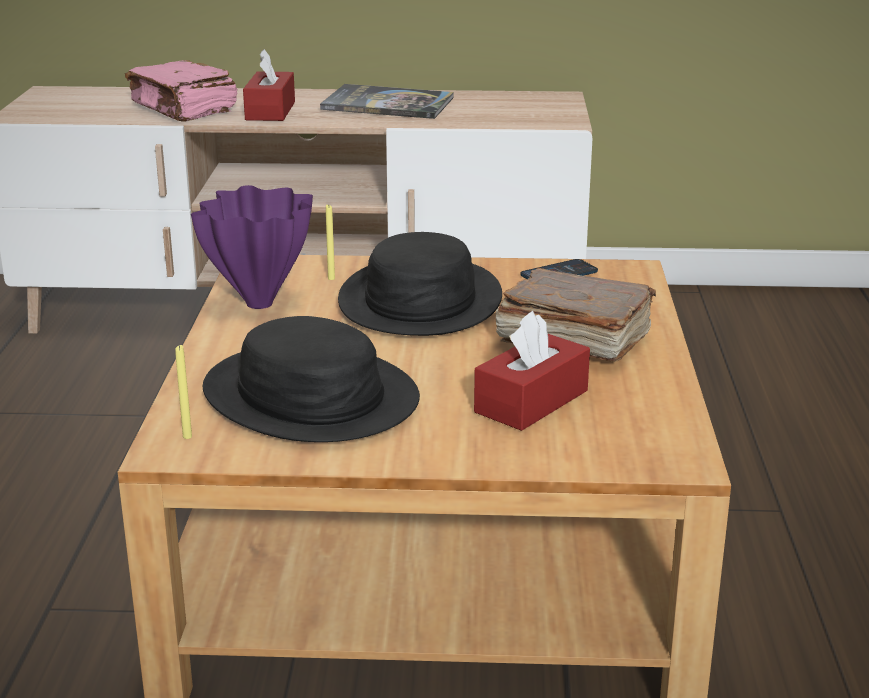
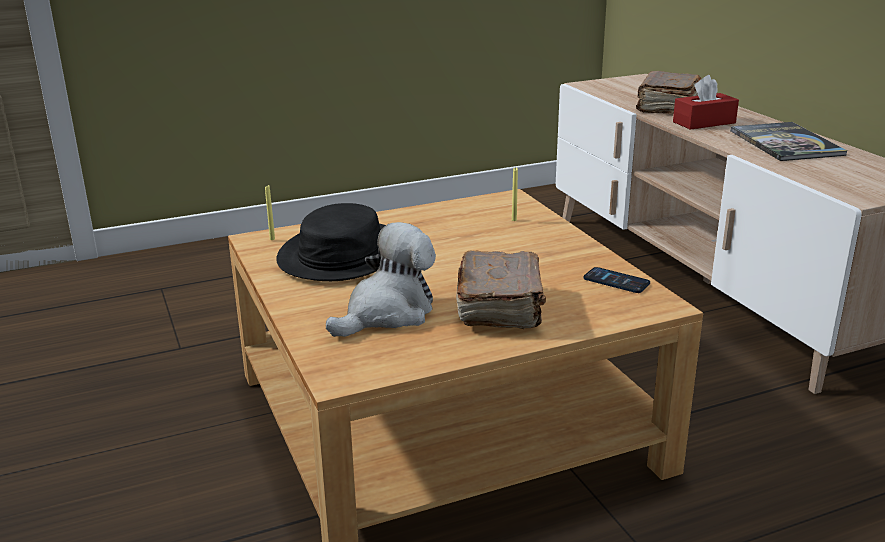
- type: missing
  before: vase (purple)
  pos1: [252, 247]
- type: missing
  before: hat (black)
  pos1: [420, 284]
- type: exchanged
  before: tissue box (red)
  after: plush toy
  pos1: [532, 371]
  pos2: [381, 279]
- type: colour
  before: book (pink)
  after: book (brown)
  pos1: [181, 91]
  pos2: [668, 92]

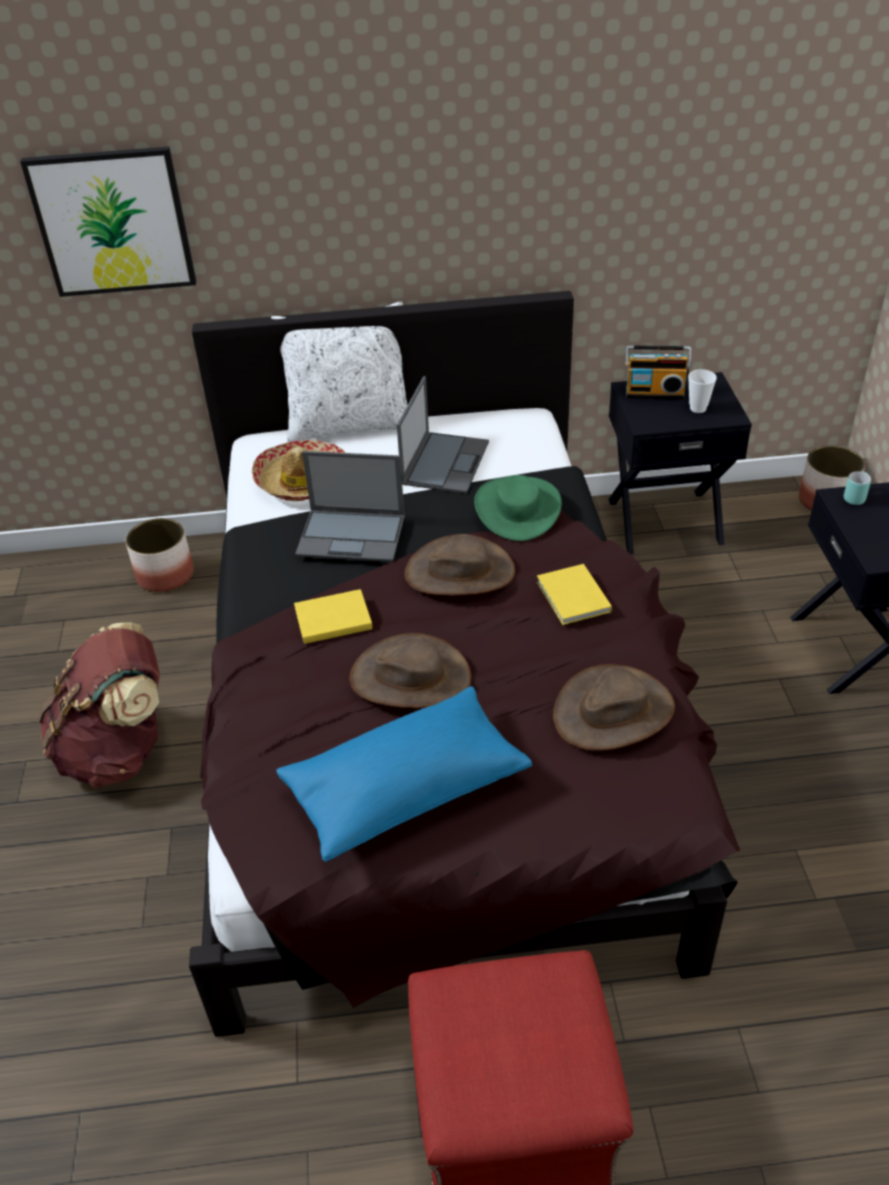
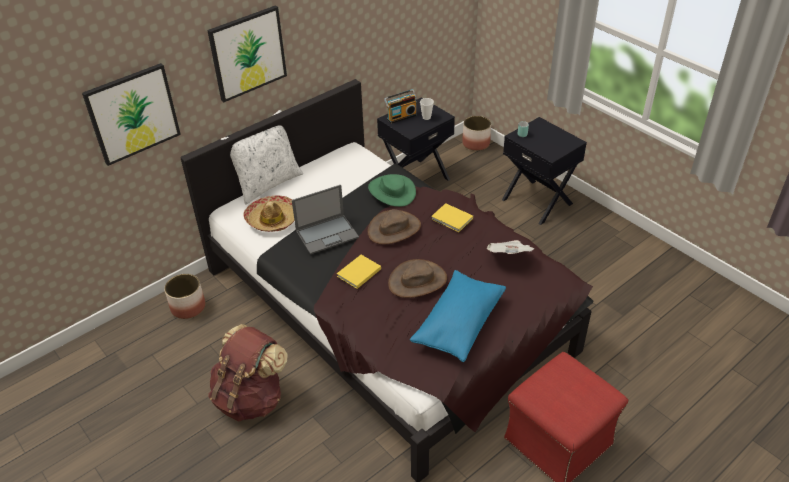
- type: missing
  before: laptop
  pos1: [443, 435]
- type: appeared
  after: picture
  pos2: [247, 54]
- type: exchanged
  before: hat (brown)
  after: newspaper
  pos1: [614, 707]
  pos2: [511, 247]

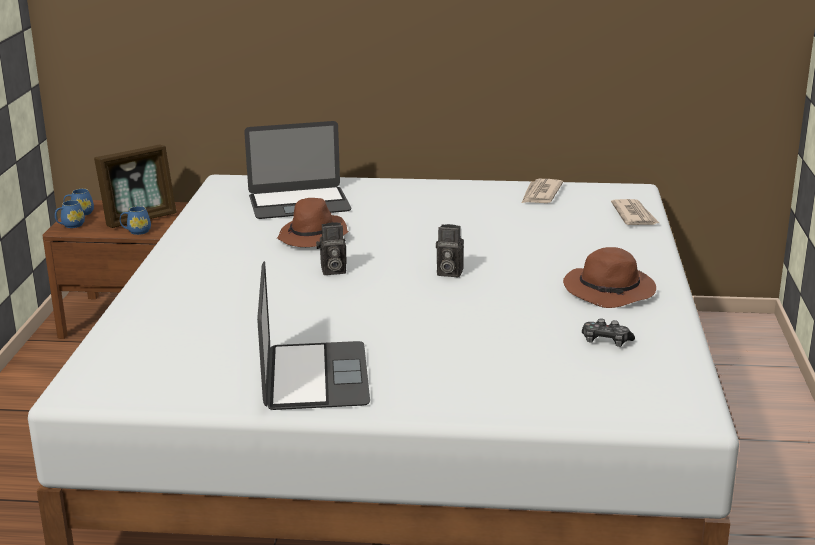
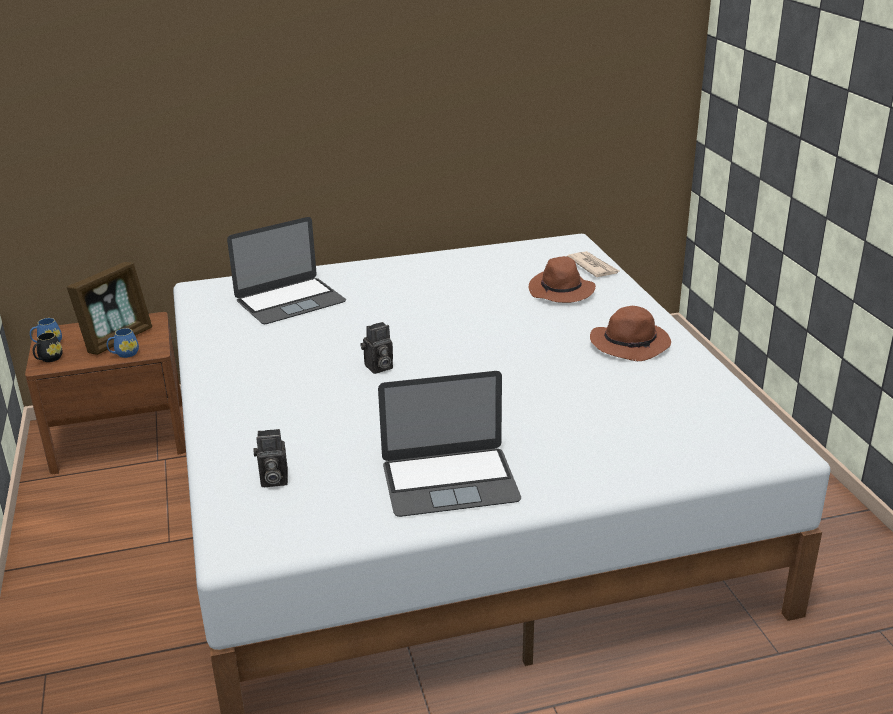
- type: missing
  before: newspaper
  pos1: [542, 191]
- type: missing
  before: game controller
  pos1: [608, 332]
- type: relocated
  before: hat (brown)
  pos1: [313, 222]
  pos2: [562, 279]
- type: relocated
  before: photo camera
  pos1: [450, 250]
  pos2: [270, 458]
- type: colour
  before: mug (blue)
  after: mug (black)
  pos1: [70, 214]
  pos2: [48, 347]
- type: spun
  before: laptop
  pos1: [313, 335]
  pos2: [449, 444]
  turn: 105

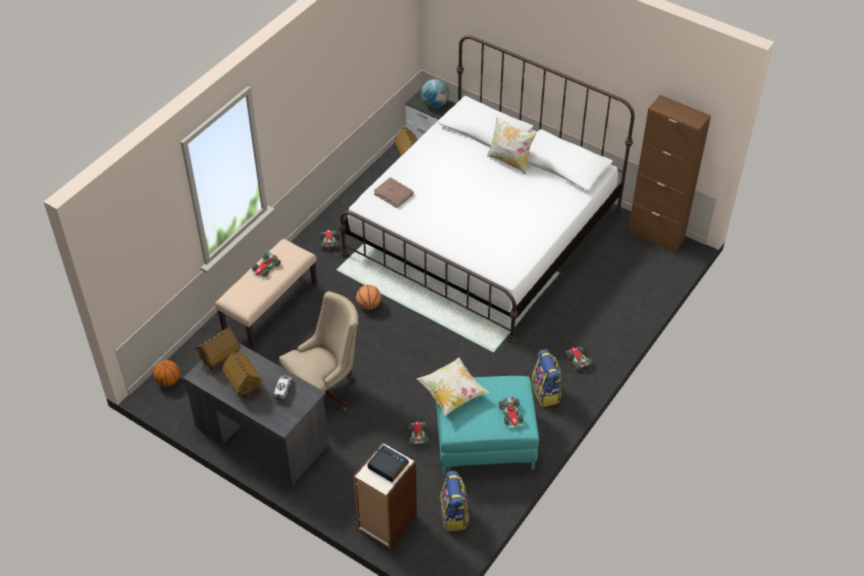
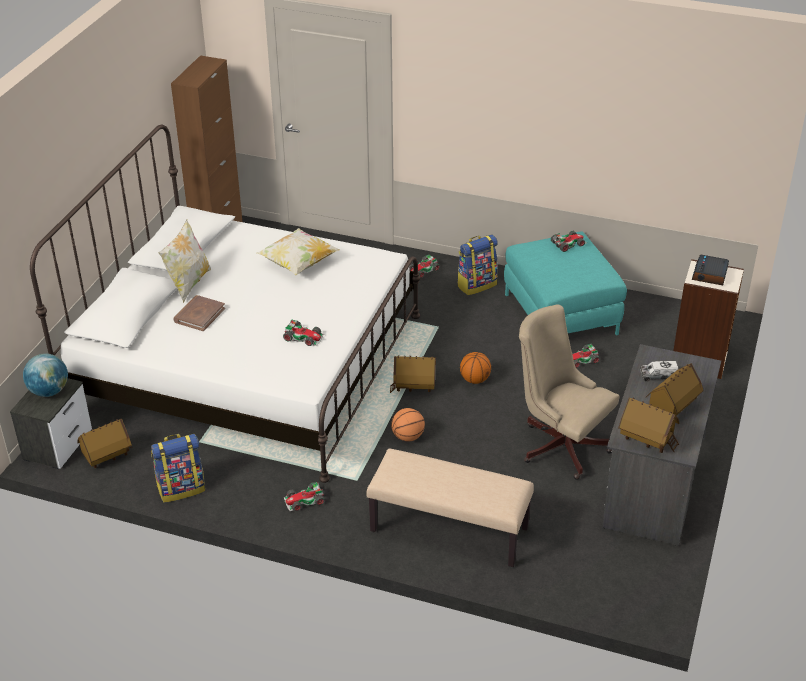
- type: appeared
  after: toy house
  pos2: [413, 374]
- type: relocated
  before: basketball
  pos1: [166, 373]
  pos2: [475, 368]
- type: relocated
  before: toy car
  pos1: [266, 265]
  pos2: [303, 333]
- type: relocated
  before: book (brown)
  pos1: [394, 192]
  pos2: [199, 313]
- type: relocated
  before: pillow
  pos1: [453, 387]
  pos2: [298, 252]
- type: relocated
  before: backpack
  pos1: [454, 501]
  pos2: [178, 468]

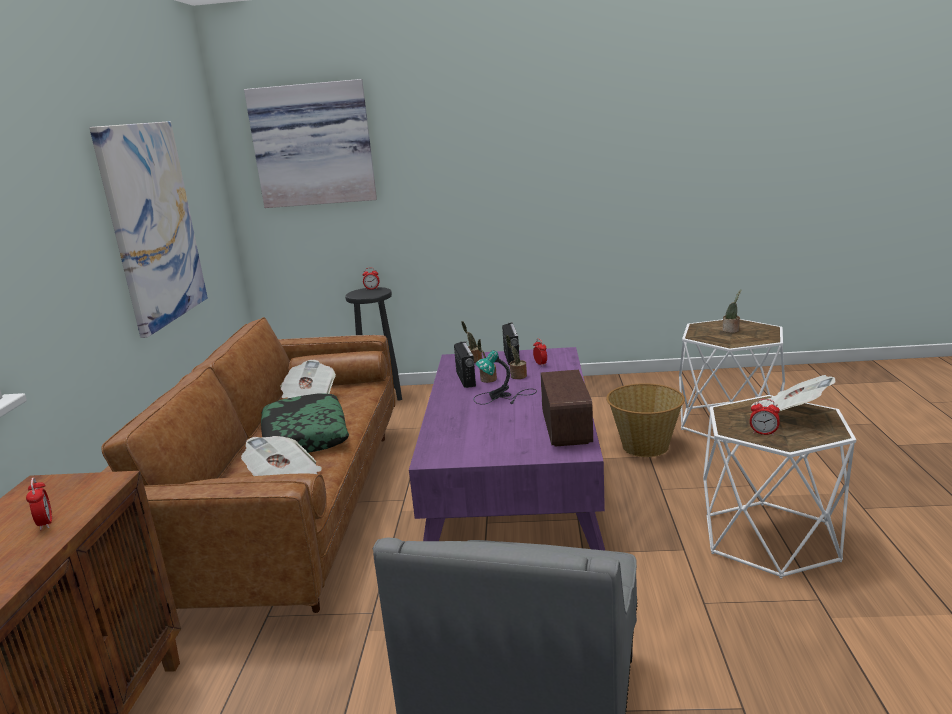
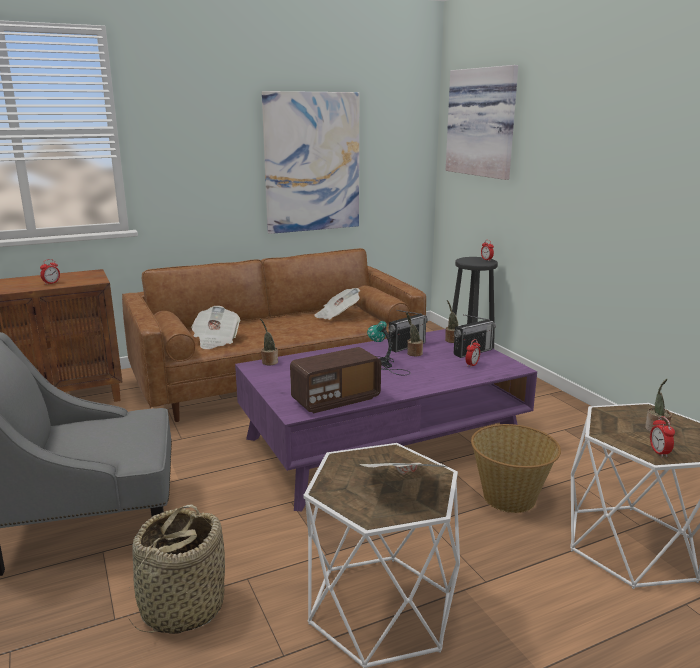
- type: missing
  before: pillow
  pos1: [305, 423]
- type: appeared
  after: basket
  pos2: [176, 569]
- type: relocated
  before: potted plant
  pos1: [516, 357]
  pos2: [269, 342]
- type: relocated
  before: alarm clock
  pos1: [765, 417]
  pos2: [662, 436]

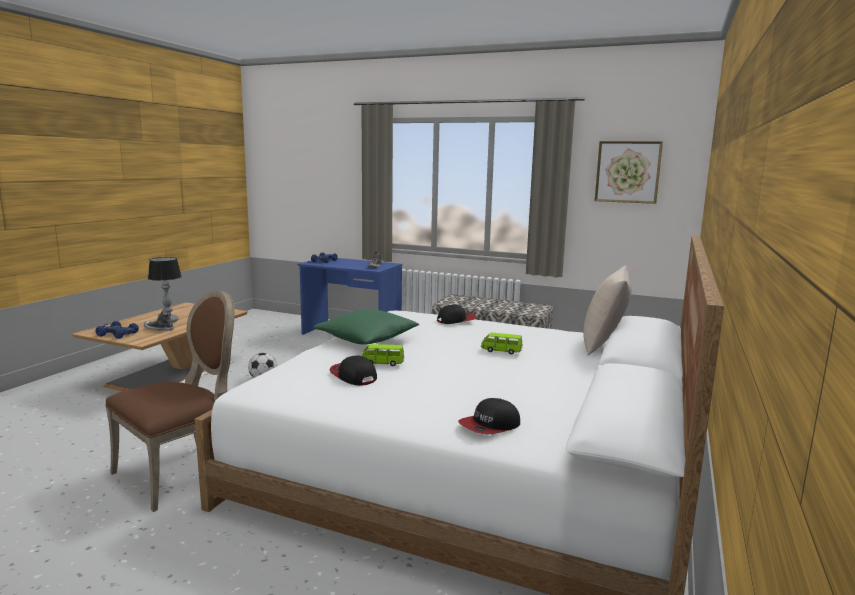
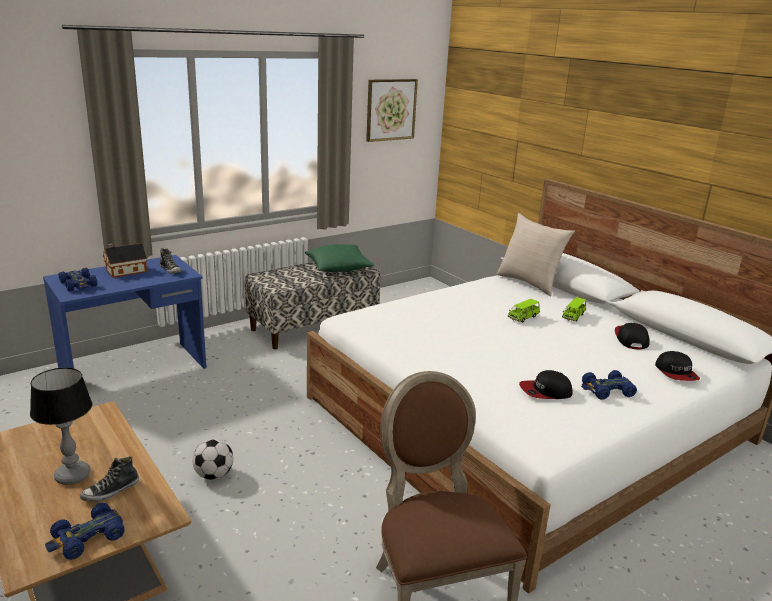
- type: appeared
  after: toy house
  pos2: [125, 260]
- type: appeared
  after: toy car (blue)
  pos2: [609, 385]
- type: relocated
  before: pillow (green)
  pos1: [366, 326]
  pos2: [339, 258]
- type: relocated
  before: toy car (green)
  pos1: [382, 355]
  pos2: [574, 309]
- type: relocated
  before: cap
  pos1: [457, 314]
  pos2: [632, 336]

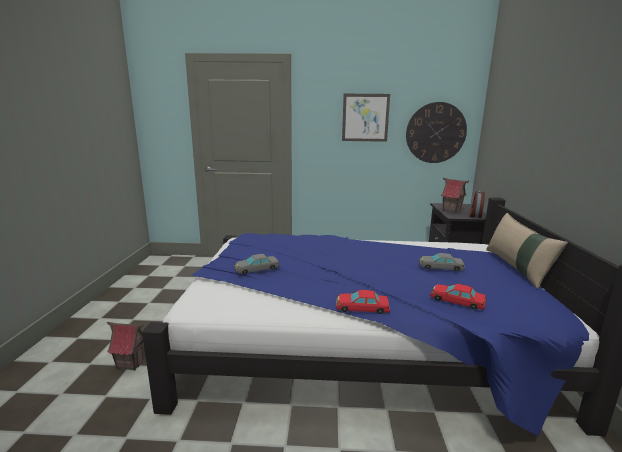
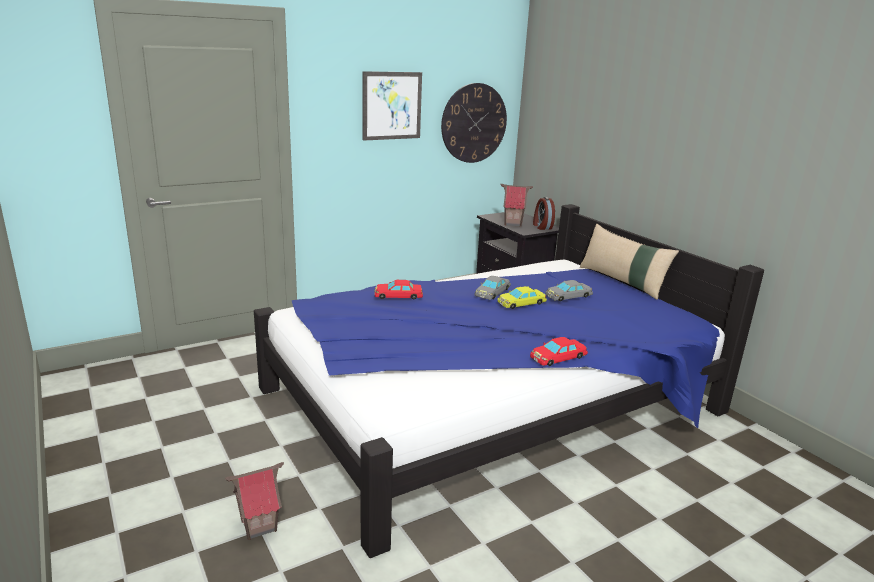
- type: appeared
  after: toy car (yellow)
  pos2: [522, 297]
- type: relocated
  before: toy car (grey)
  pos1: [257, 264]
  pos2: [493, 288]
- type: relocated
  before: toy car (red)
  pos1: [458, 297]
  pos2: [398, 289]

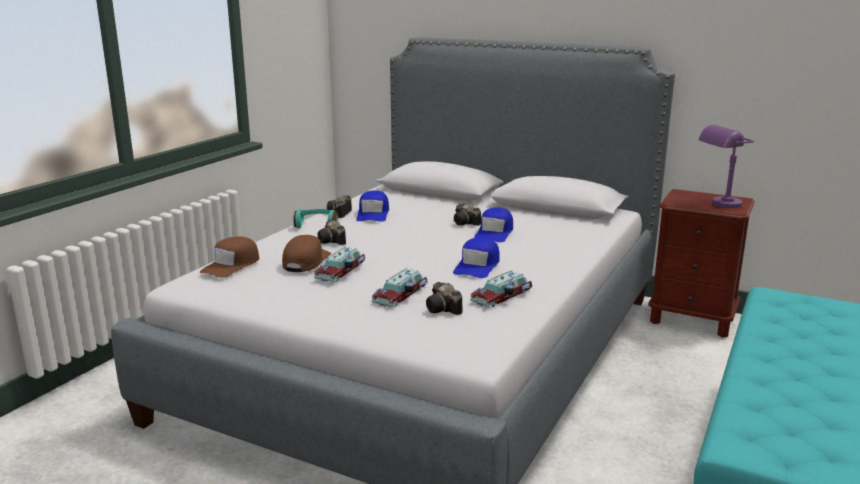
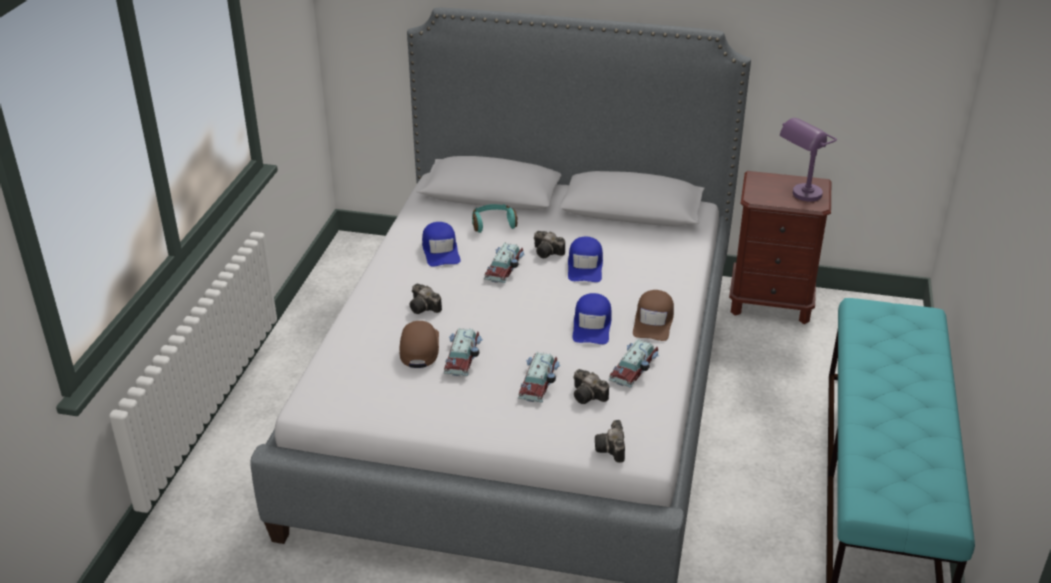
- type: appeared
  after: toy car
  pos2: [504, 262]
- type: relocated
  before: cap (brown)
  pos1: [229, 257]
  pos2: [653, 315]
- type: relocated
  before: headphones (turquoise)
  pos1: [315, 218]
  pos2: [495, 218]
- type: relocated
  before: photo camera
  pos1: [339, 206]
  pos2: [610, 441]

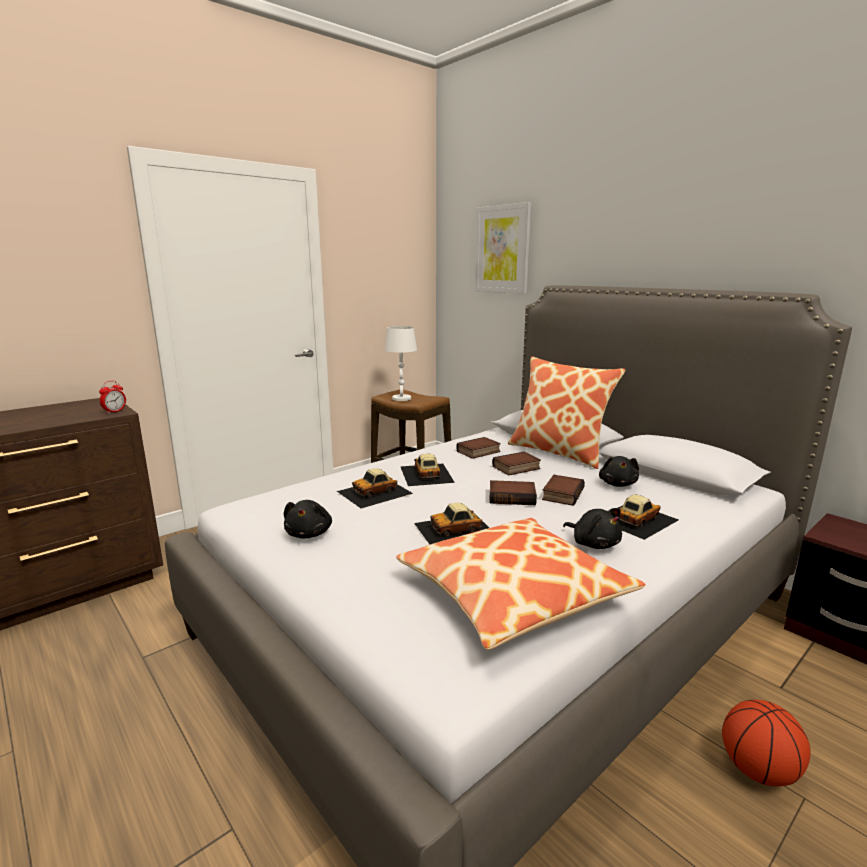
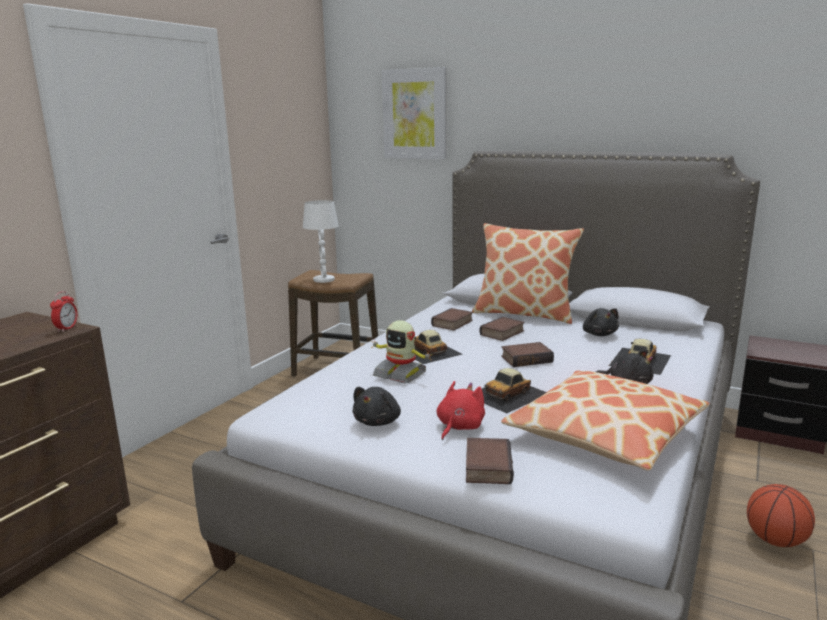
- type: appeared
  after: plush toy (red)
  pos2: [461, 410]
- type: relocated
  before: book
  pos1: [563, 490]
  pos2: [490, 461]
- type: exchanged
  before: toy car
  after: toy robot
  pos1: [375, 488]
  pos2: [402, 352]
- type: spun
  before: plush toy (black)
  pos1: [308, 519]
  pos2: [377, 406]
  turn: 45

